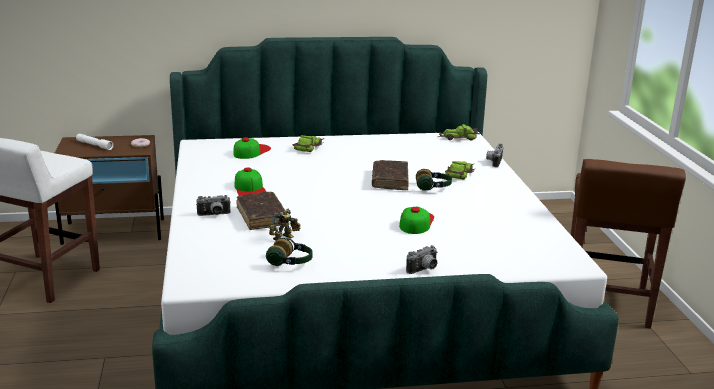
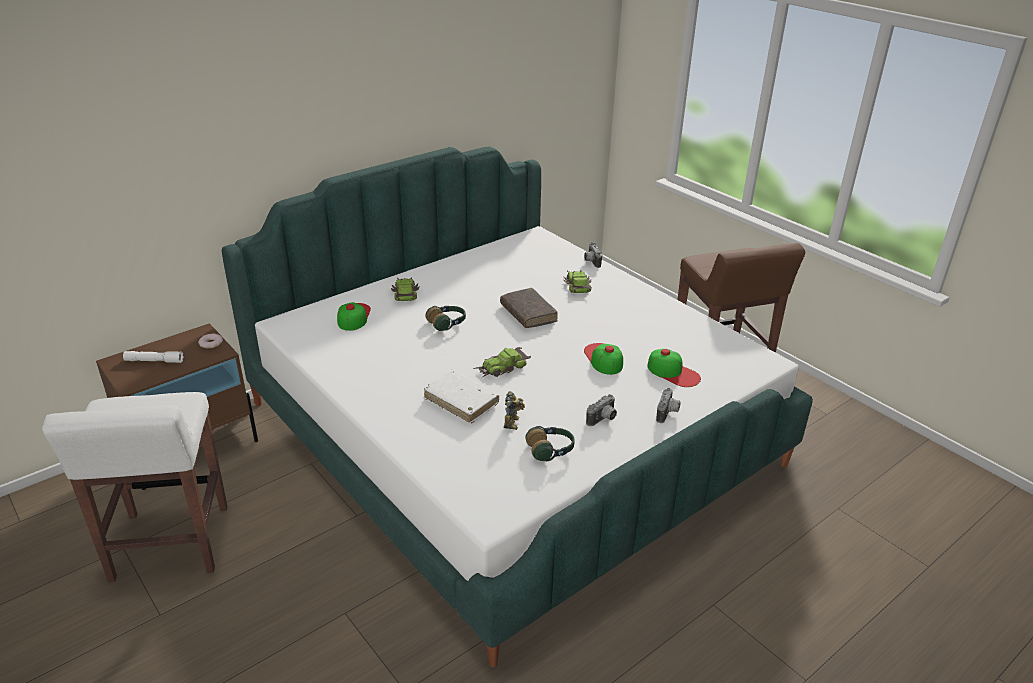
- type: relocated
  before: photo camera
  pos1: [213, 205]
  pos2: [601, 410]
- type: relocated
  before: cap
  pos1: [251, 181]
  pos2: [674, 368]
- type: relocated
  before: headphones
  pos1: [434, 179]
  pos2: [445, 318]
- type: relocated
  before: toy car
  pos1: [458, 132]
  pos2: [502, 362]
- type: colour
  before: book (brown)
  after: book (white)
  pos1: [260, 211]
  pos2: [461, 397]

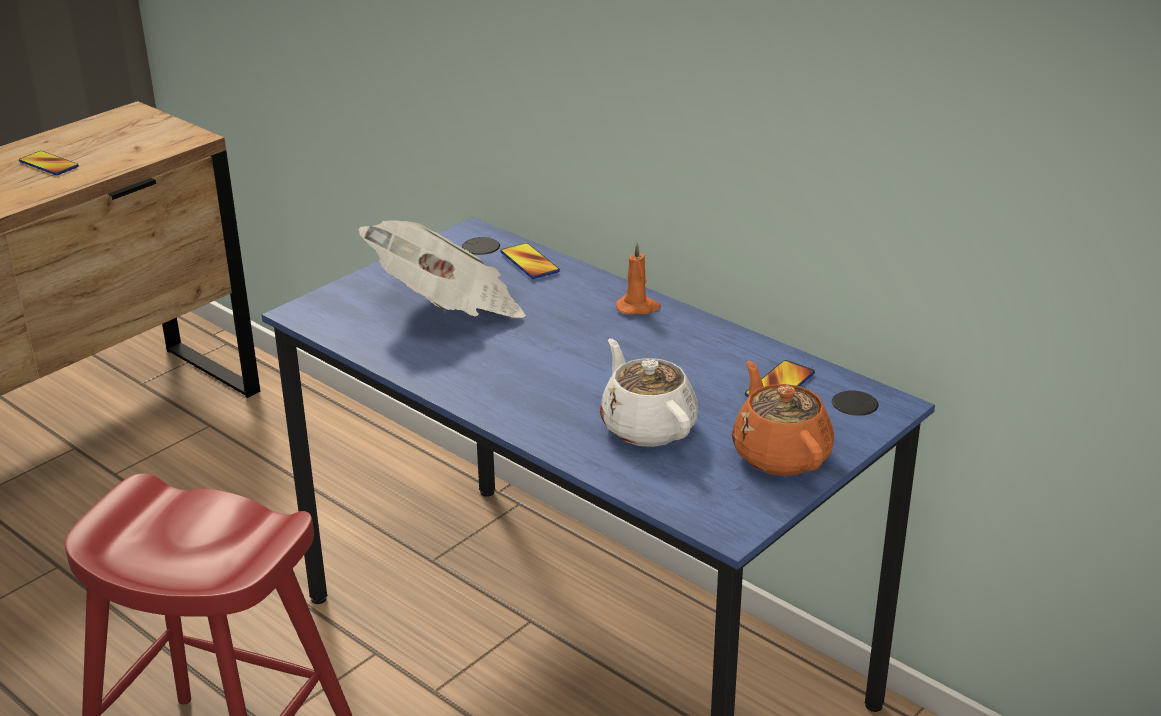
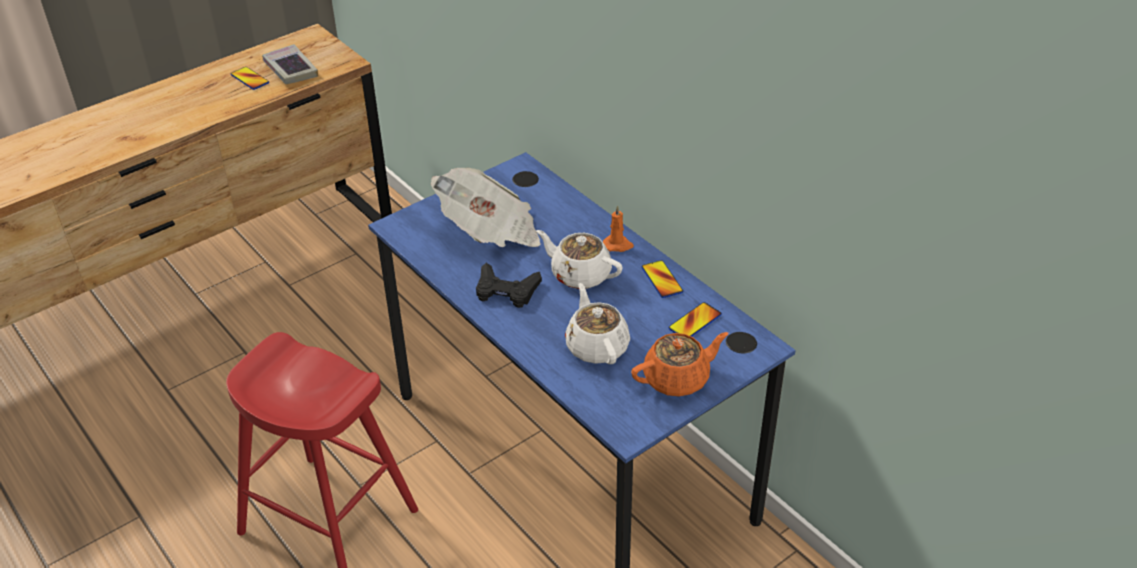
- type: appeared
  after: book
  pos2: [290, 64]
- type: appeared
  after: game controller (black)
  pos2: [509, 285]
- type: appeared
  after: teapot (white)
  pos2: [579, 259]
- type: relocated
  before: phone
  pos1: [530, 261]
  pos2: [662, 279]
- type: spun
  before: teapot (orange)
  pos1: [783, 418]
  pos2: [679, 364]
  turn: 75

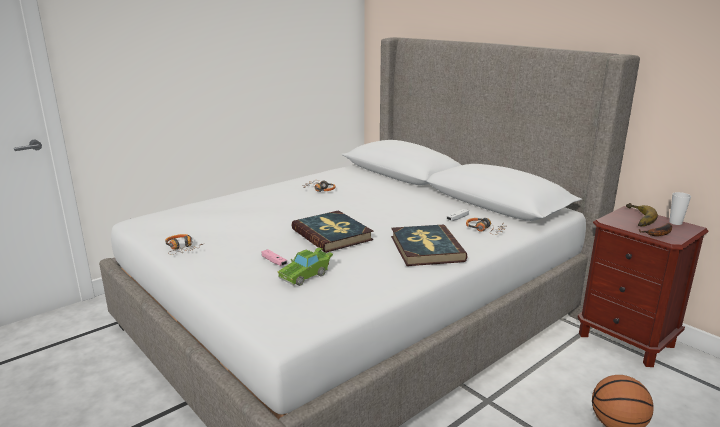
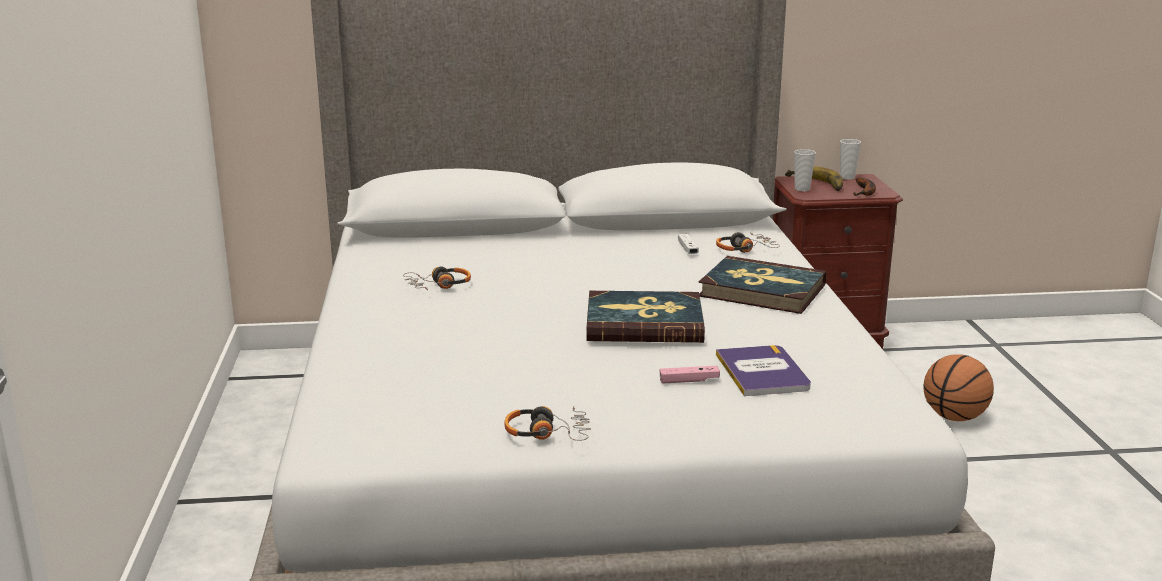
- type: appeared
  after: cup
  pos2: [805, 170]
- type: exchanged
  before: toy car (green)
  after: book
  pos1: [305, 266]
  pos2: [763, 370]

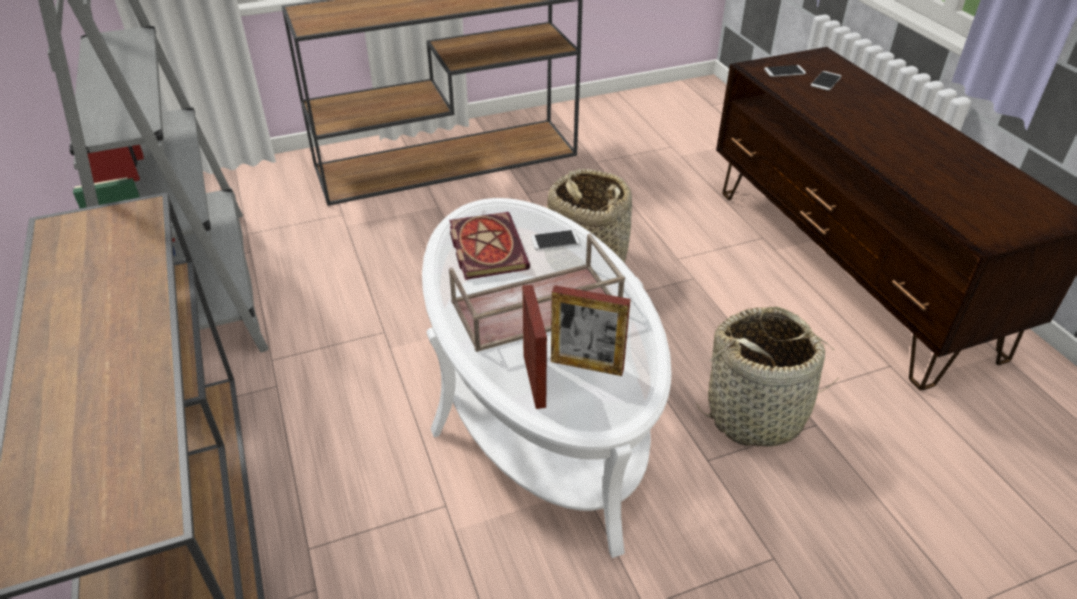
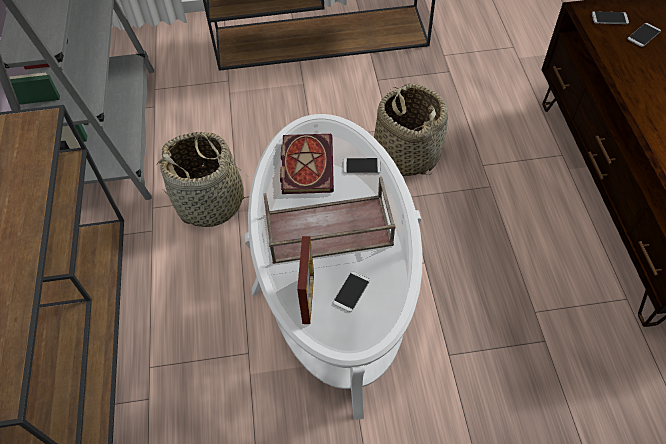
- type: relocated
  before: basket
  pos1: [768, 377]
  pos2: [202, 179]
- type: exchanged
  before: picture frame
  after: phone
  pos1: [591, 330]
  pos2: [351, 291]

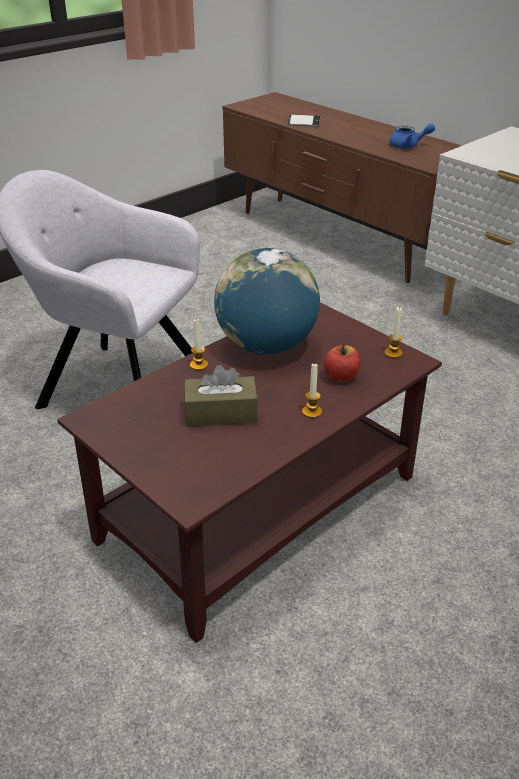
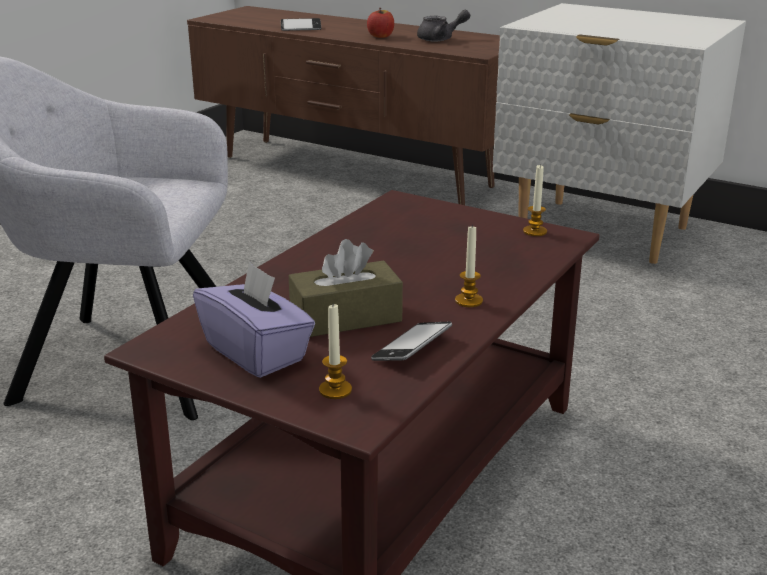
- type: missing
  before: globe
  pos1: [267, 301]
- type: appeared
  after: tissue box (purple)
  pos2: [254, 319]
- type: appeared
  after: phone
  pos2: [411, 341]
- type: relocated
  before: candle
  pos1: [199, 344]
  pos2: [335, 351]
- type: relocated
  before: apple
  pos1: [342, 363]
  pos2: [380, 23]
- type: colour
  before: teapot (blue)
  after: teapot (grey)
  pos1: [412, 136]
  pos2: [443, 26]

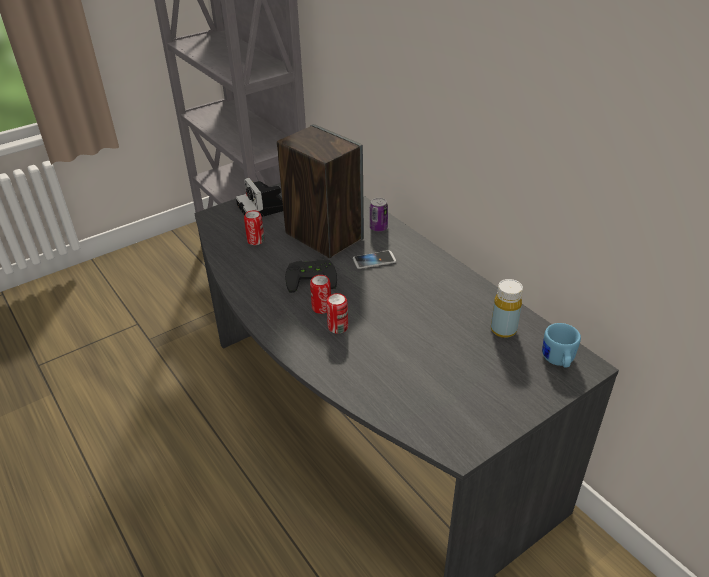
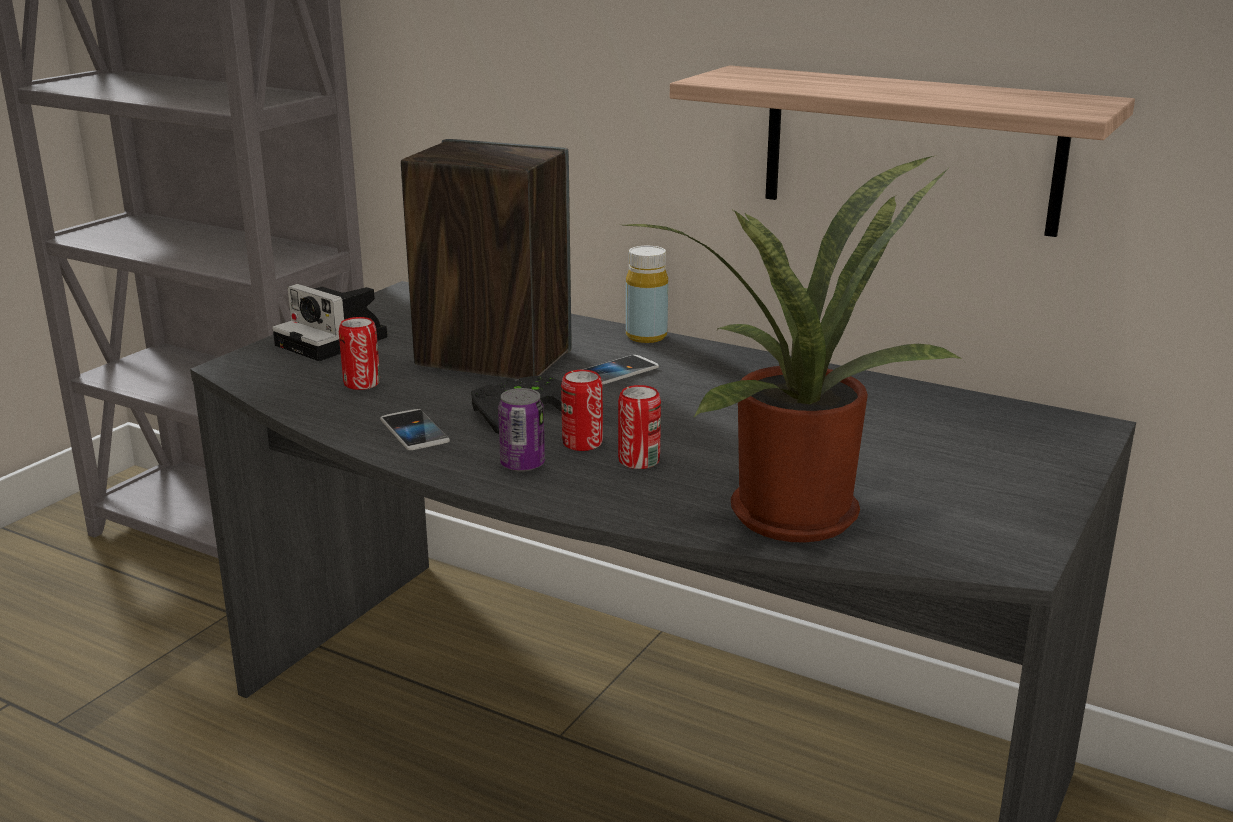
- type: missing
  before: mug (blue)
  pos1: [561, 345]
- type: appeared
  after: phone
  pos2: [415, 429]
- type: appeared
  after: potted plant
  pos2: [793, 349]
- type: appeared
  after: shelf
  pos2: [902, 151]
- type: relocated
  before: can
  pos1: [379, 215]
  pos2: [521, 430]
- type: relocated
  before: bottle (yellow)
  pos1: [507, 308]
  pos2: [647, 294]

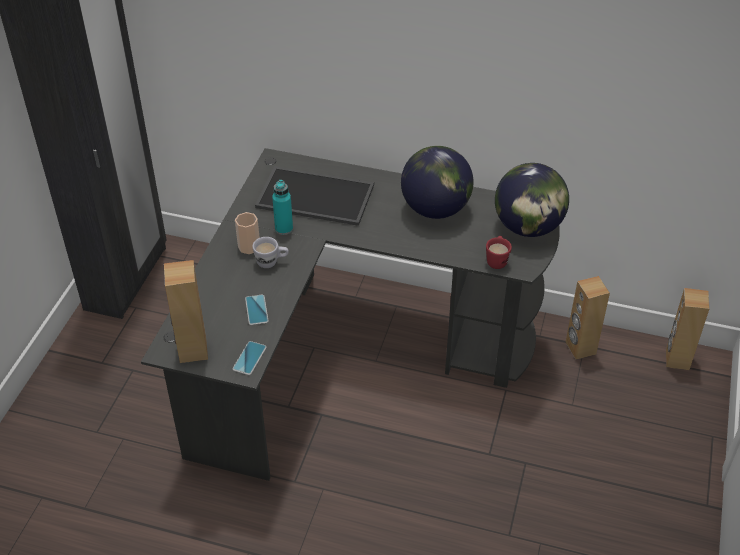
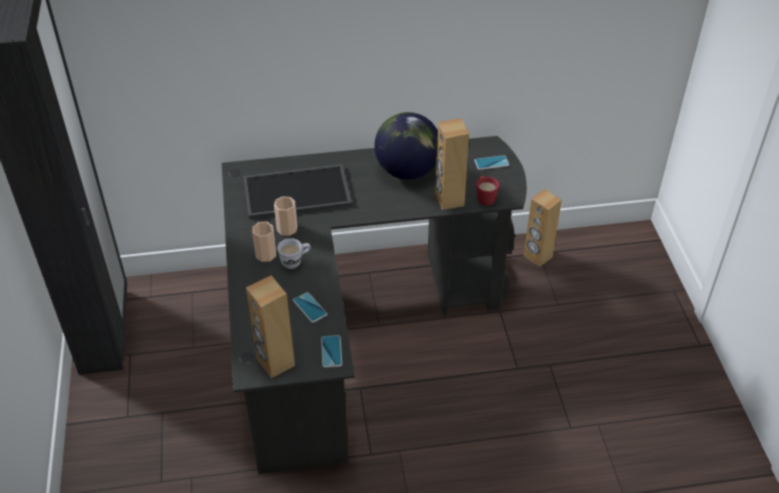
- type: relocated
  before: speaker (brown)
  pos1: [688, 329]
  pos2: [452, 164]
- type: exchanged
  before: bottle (turquoise)
  after: cup
  pos1: [282, 207]
  pos2: [286, 216]
- type: exchanged
  before: globe
  after: phone
  pos1: [532, 200]
  pos2: [491, 162]

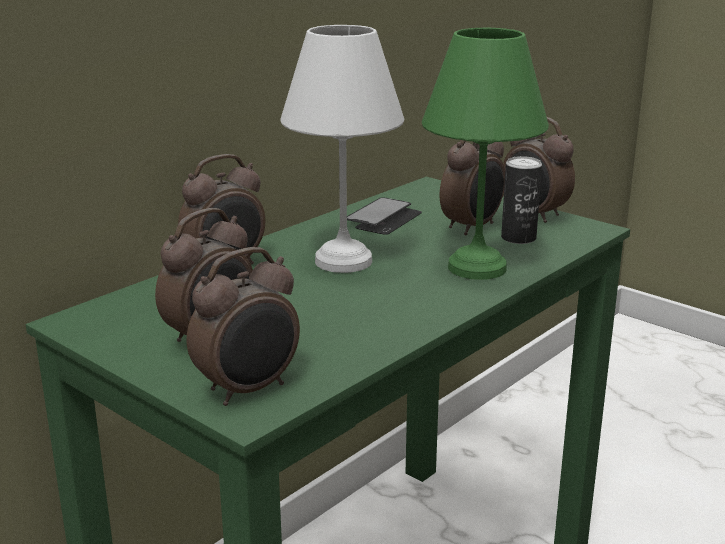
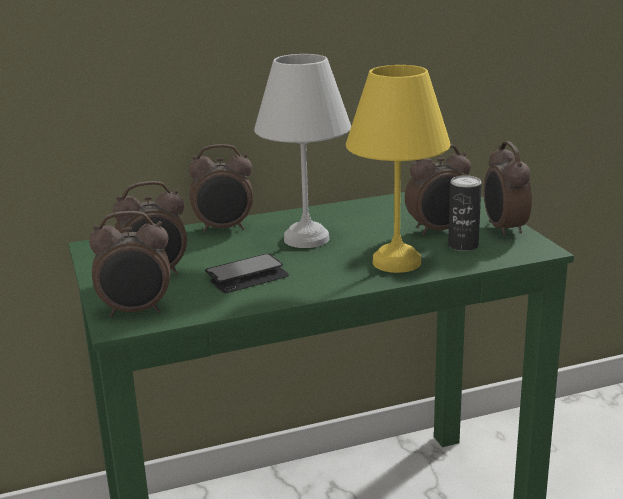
- type: relocated
  before: phone
  pos1: [384, 216]
  pos2: [247, 273]
- type: colour
  before: table lamp (green)
  after: table lamp (yellow)
  pos1: [485, 154]
  pos2: [398, 169]

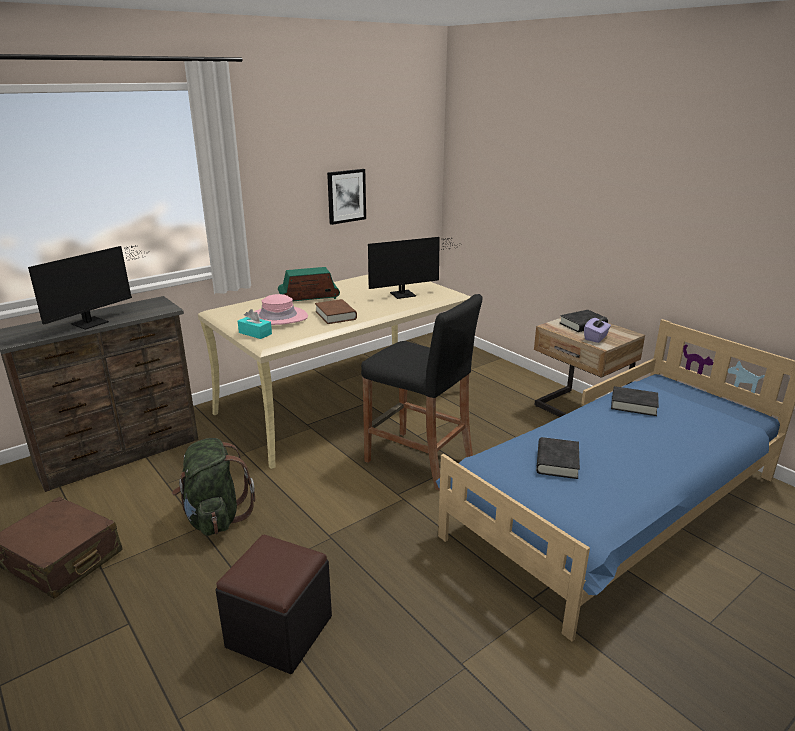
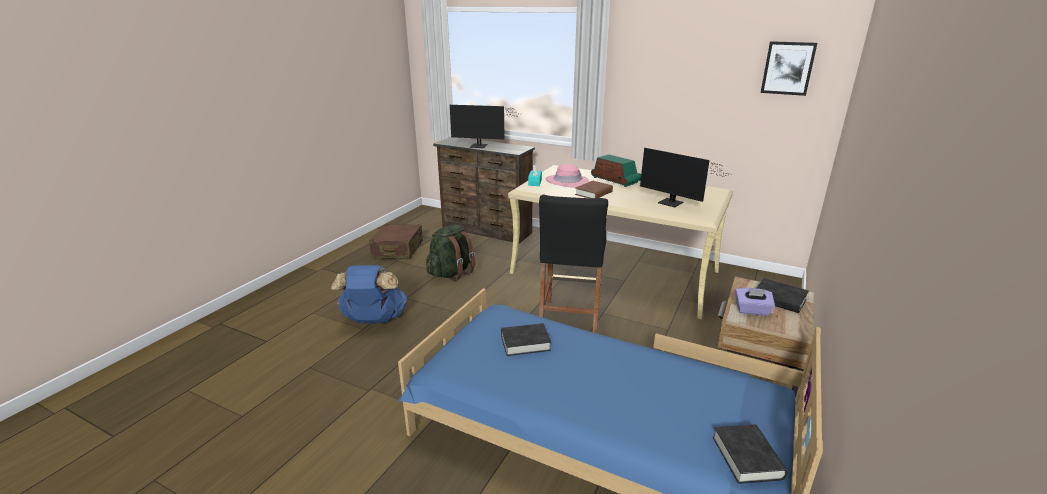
- type: relocated
  before: picture
  pos1: [346, 197]
  pos2: [789, 68]
- type: relocated
  before: book (black)
  pos1: [635, 401]
  pos2: [750, 454]
- type: exchanged
  before: ottoman (black)
  after: backpack (blue)
  pos1: [273, 604]
  pos2: [369, 294]

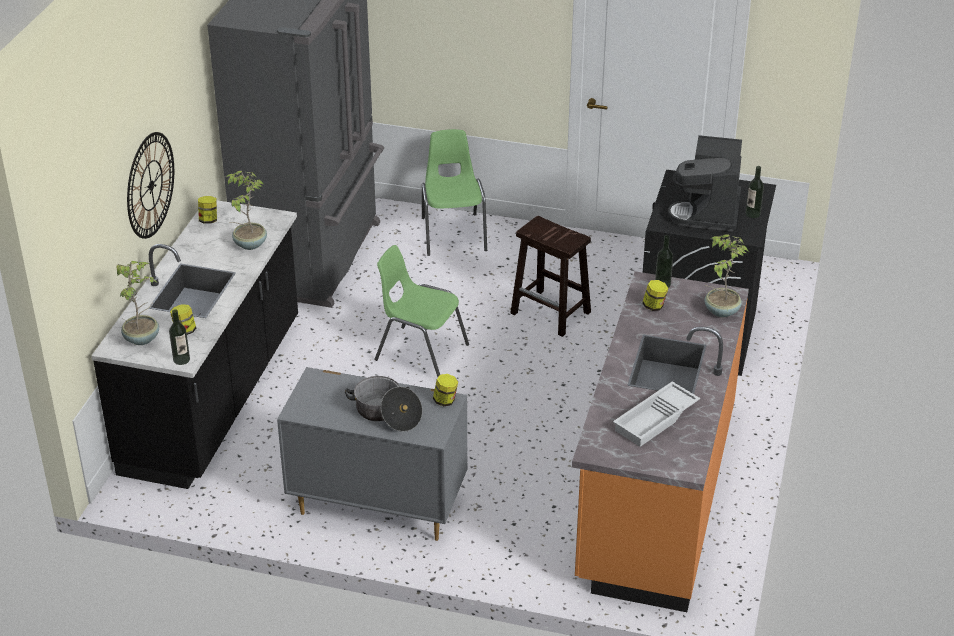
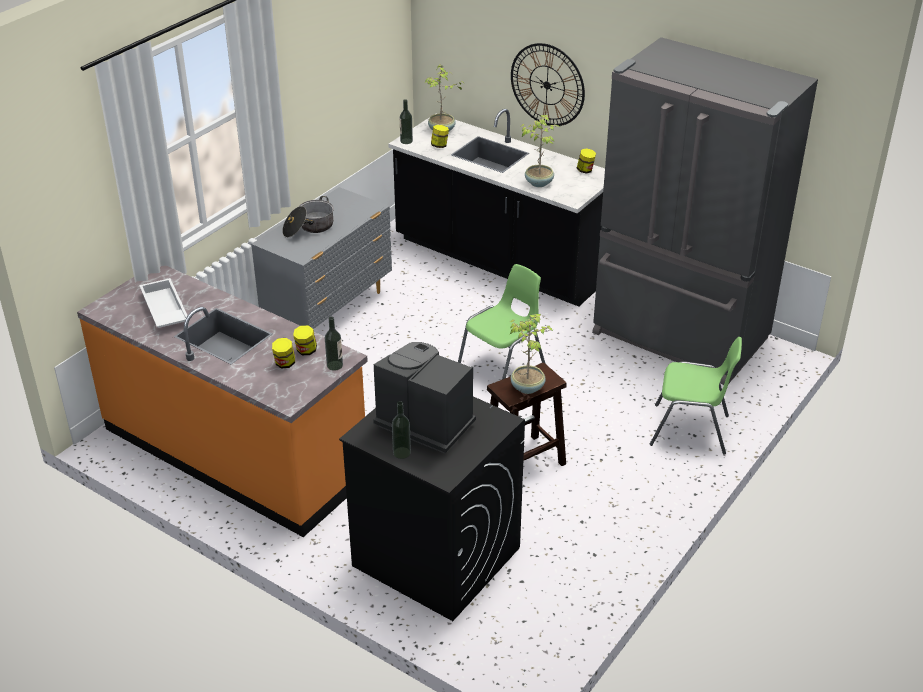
- type: relocated
  before: jar
  pos1: [445, 390]
  pos2: [283, 353]
- type: relocated
  before: potted plant
  pos1: [726, 275]
  pos2: [531, 354]

